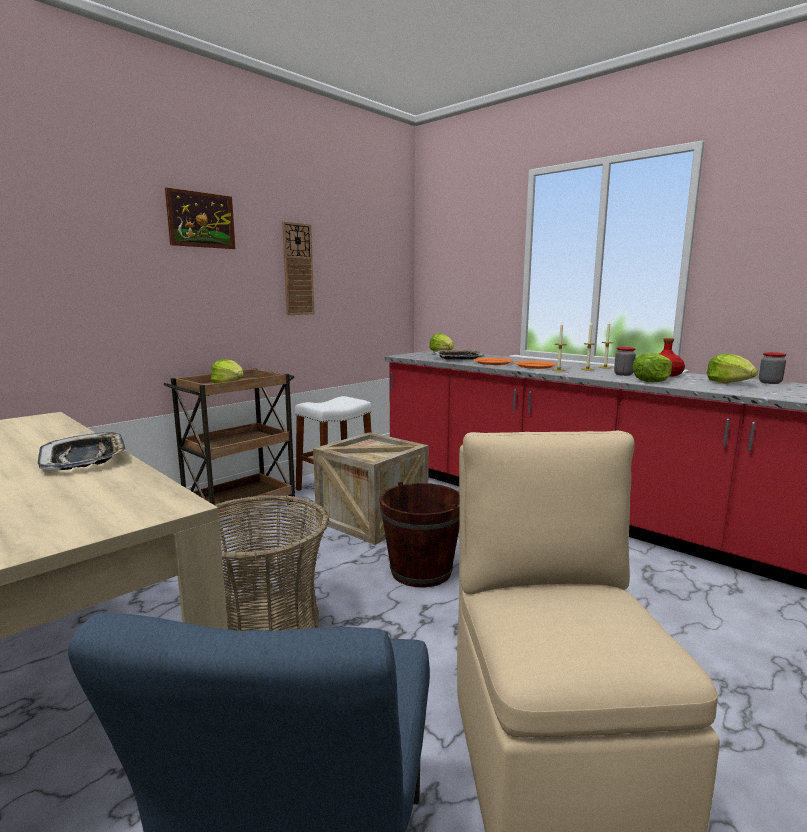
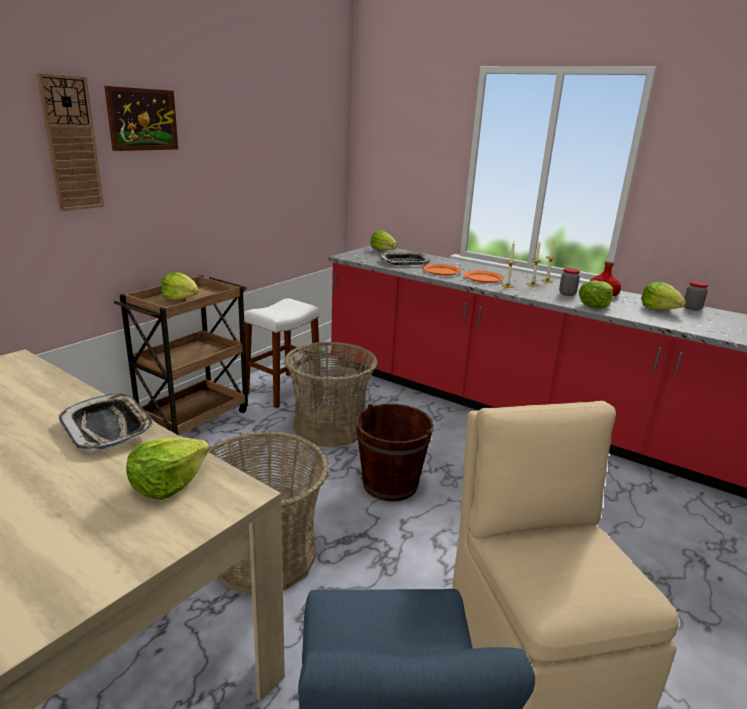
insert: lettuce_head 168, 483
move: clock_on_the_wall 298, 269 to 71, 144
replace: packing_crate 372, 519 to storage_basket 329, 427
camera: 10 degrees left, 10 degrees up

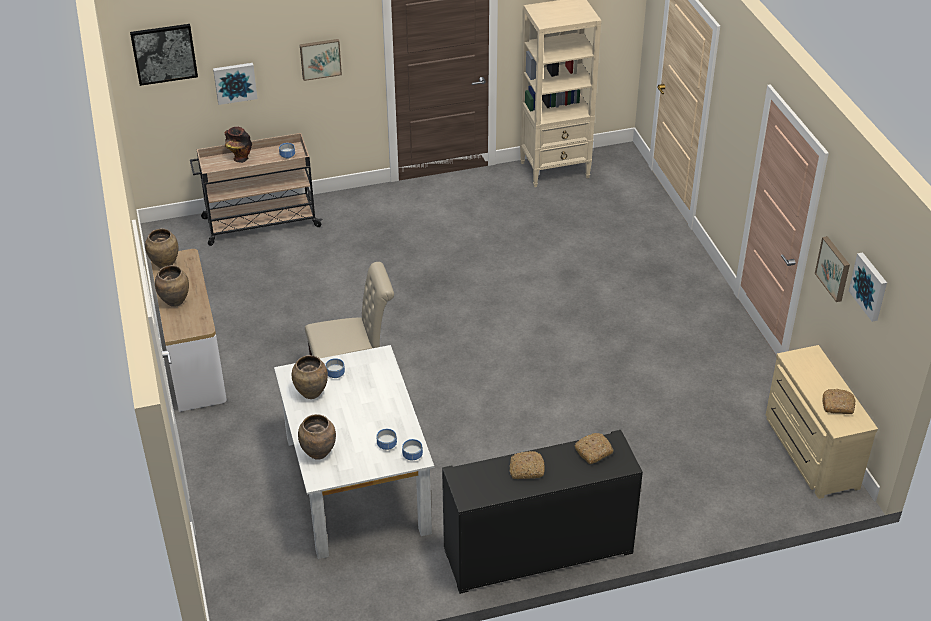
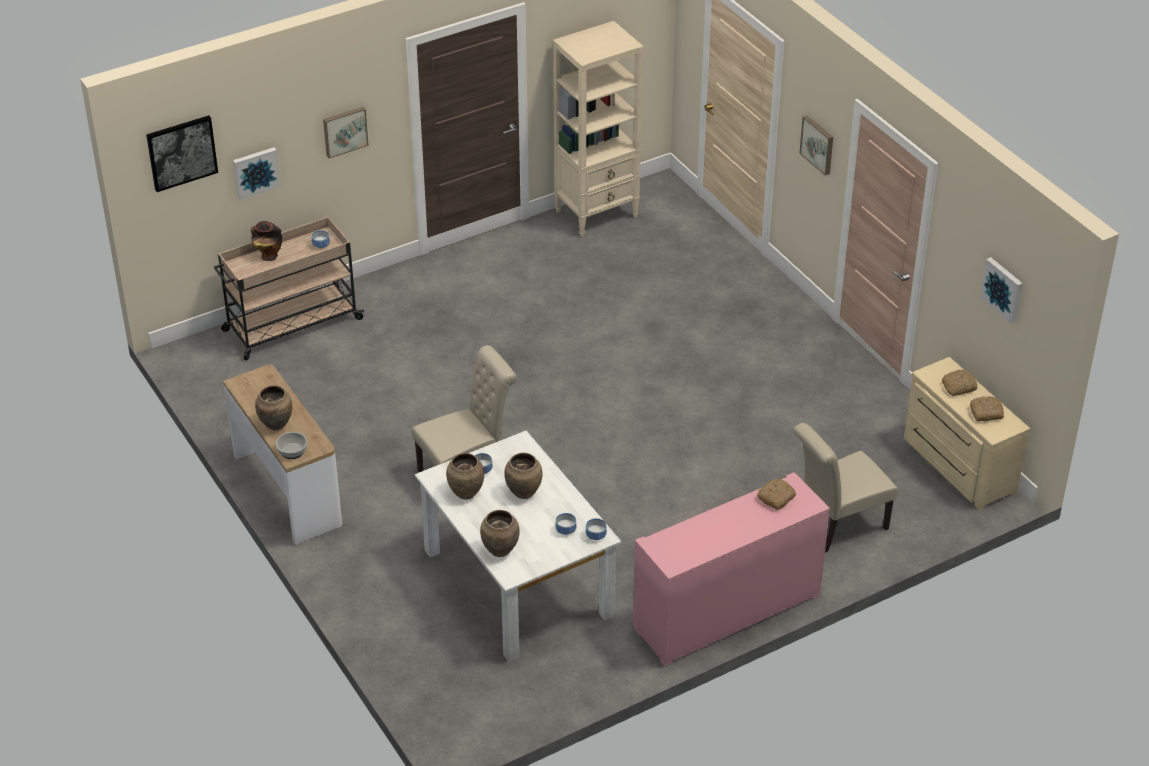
insert: beige_upright_chair 837, 526; deep_dish 292, 450
move: brown-coloured_decorative_vase 165, 264 to 524, 493; wall_art 834, 268 to 818, 144; bakery_bread 526, 470 to 958, 387
recolor: black-coloured_cupboard 538, 551 to pinkish_cupboard 727, 611
camera: 15 degrees left, 0 degrees up

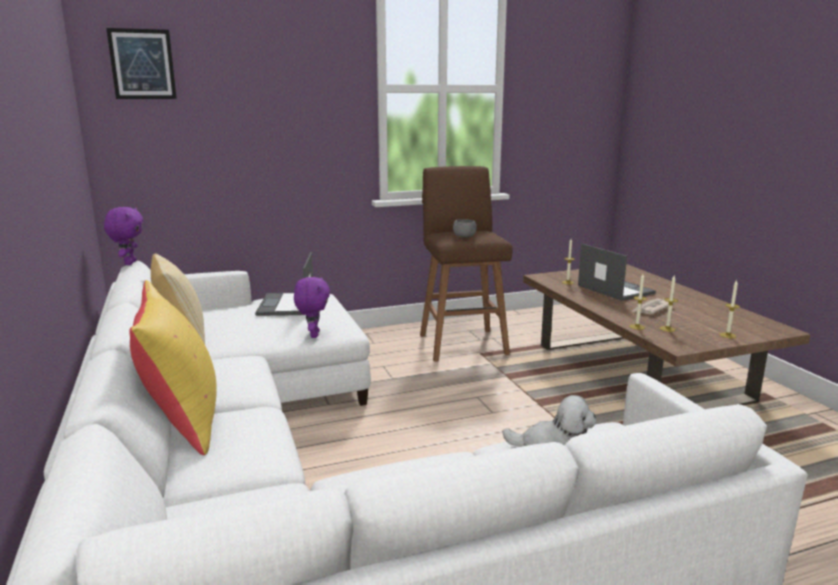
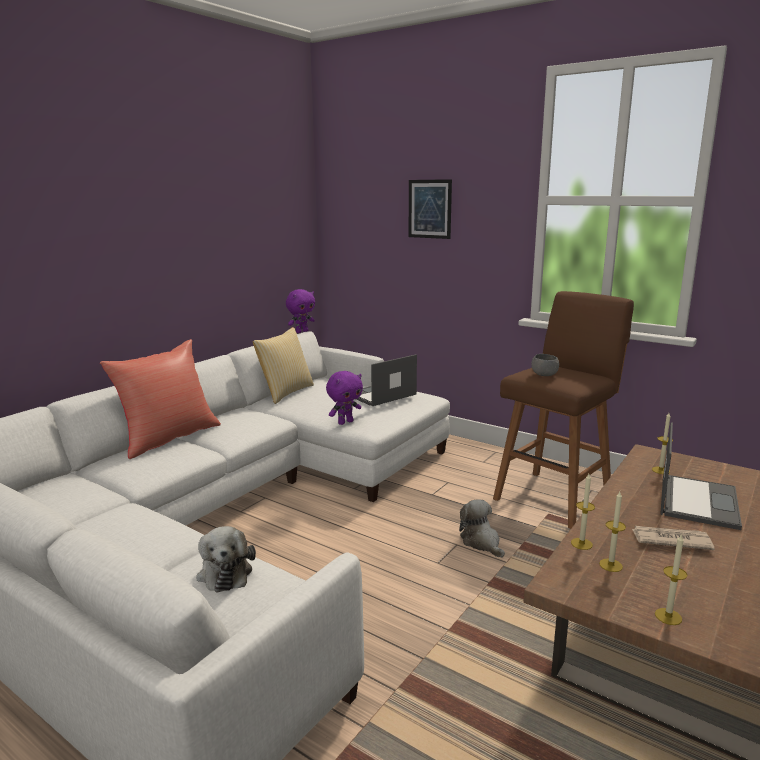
insert: cuddly_toy 481, 542
move: wall_art 142, 64 to 429, 209
recolor: yellow_cushion 182, 420 to reddish_cushion 168, 438
camera: 55 degrees right, 0 degrees up

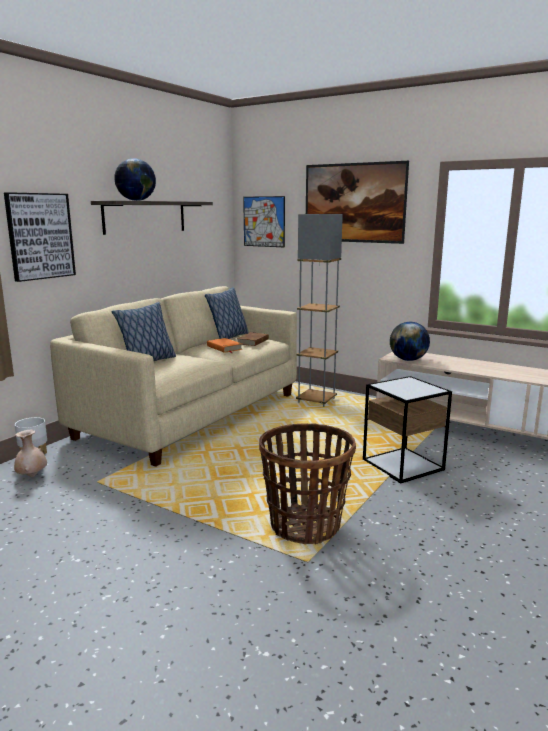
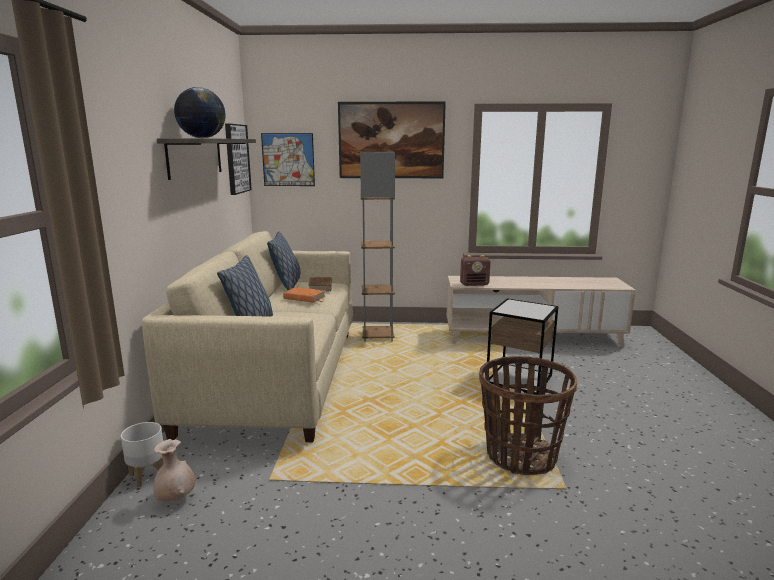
move: wall_art 40, 236 to 236, 159
replace: desk_globe 408, 360 to radio_receiver 474, 284
camera: 30 degrees left, 0 degrees up

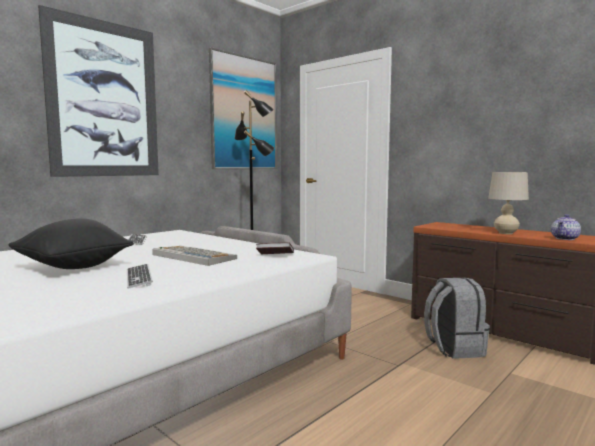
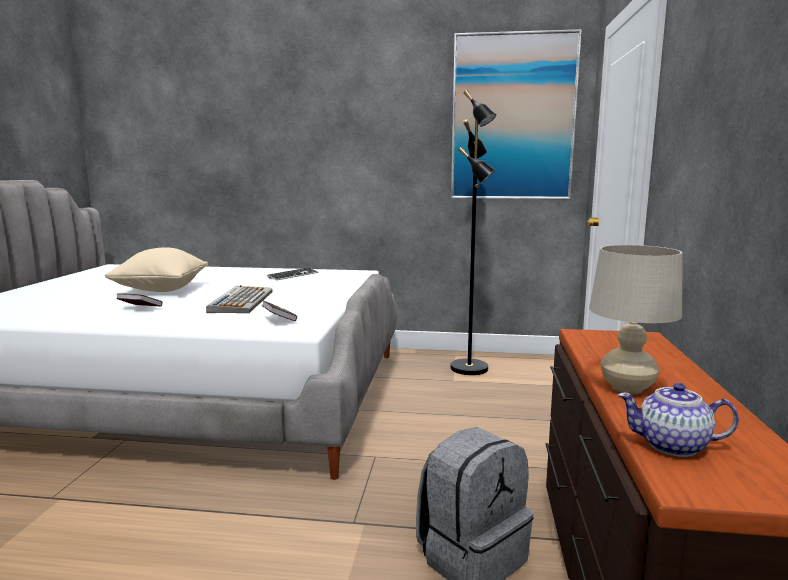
delete: wall_art 104, 99
replace: PC_keyboard 139, 277 to bound_book 140, 309
recolor: black-coloured_cushion 73, 268 to beige_cushion 161, 290
camera: 55 degrees right, 5 degrees up

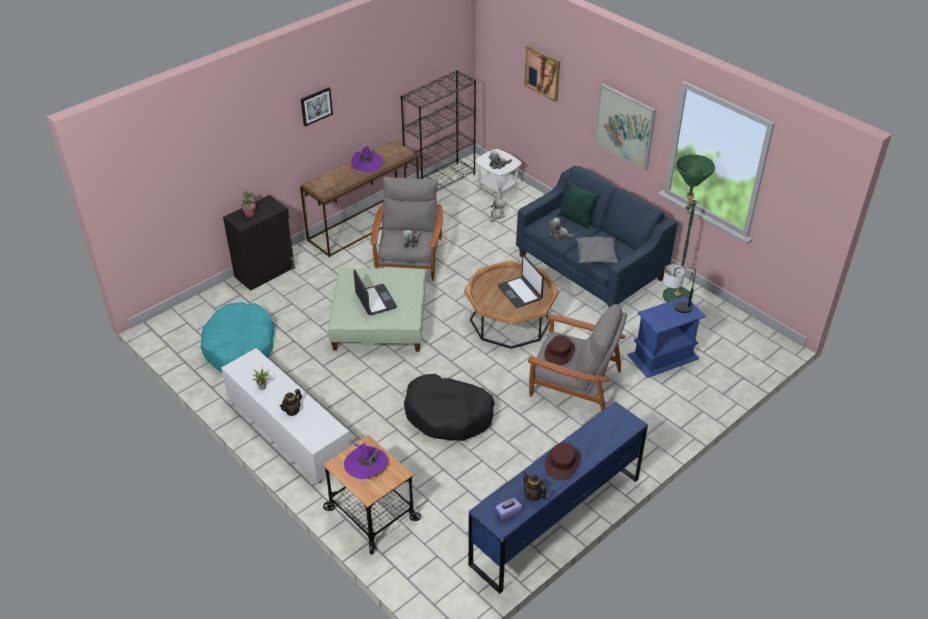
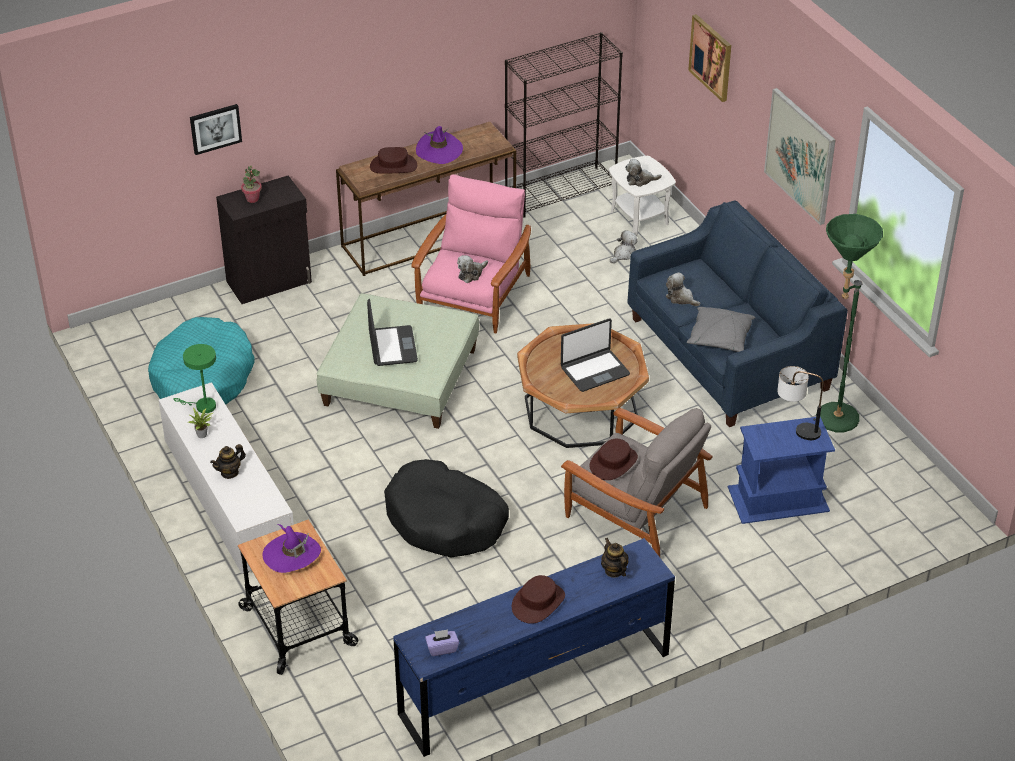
delete: greenish_cushion 575, 220
insert: brown-coloured_hat 393, 166; greenish_tabletop_lamp 202, 406
move: wall_art 316, 106 to 215, 128; pot_for_tea 533, 495 to 614, 570
recolor: gray_lounge_chair 409, 258 to pinkish_lounge_chair 474, 296
rotate: laptop 520, 292 = 594, 371 105 degrees counterclockwise
camera: 15 degrees right, 0 degrees up

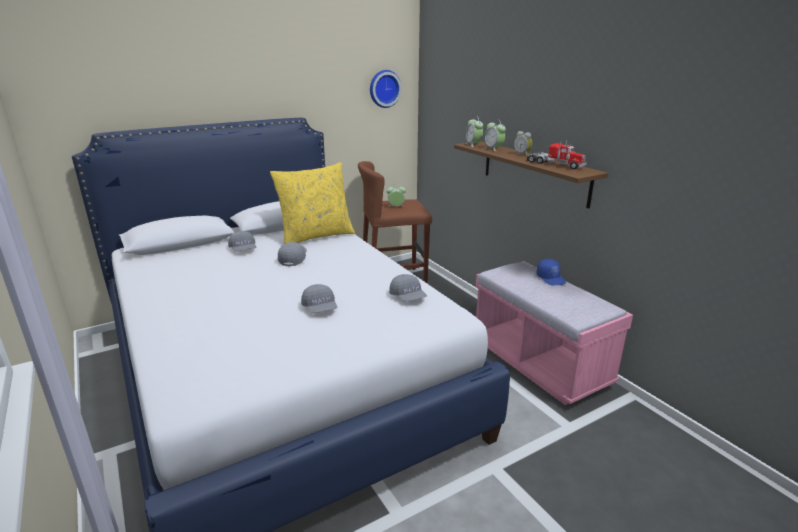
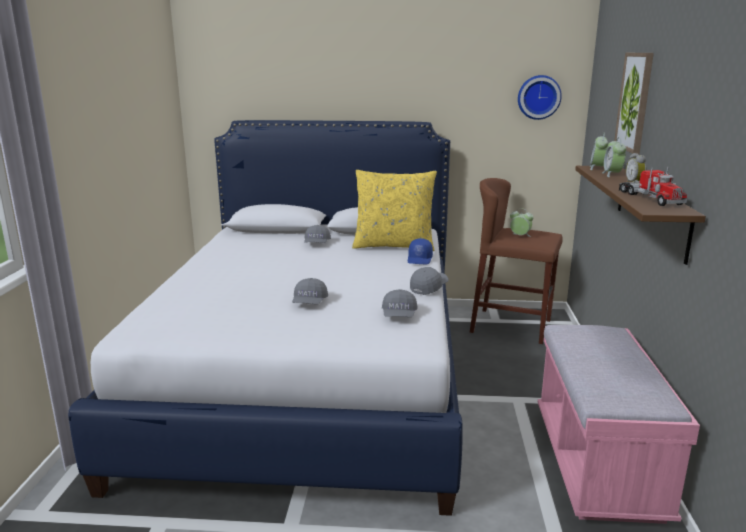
insert: wall_art 635, 102
move: gray_peaked_cap 293, 259 to 429, 288; bluish_peaked_cap 551, 278 to 420, 259
camera: 35 degrees right, 5 degrees down

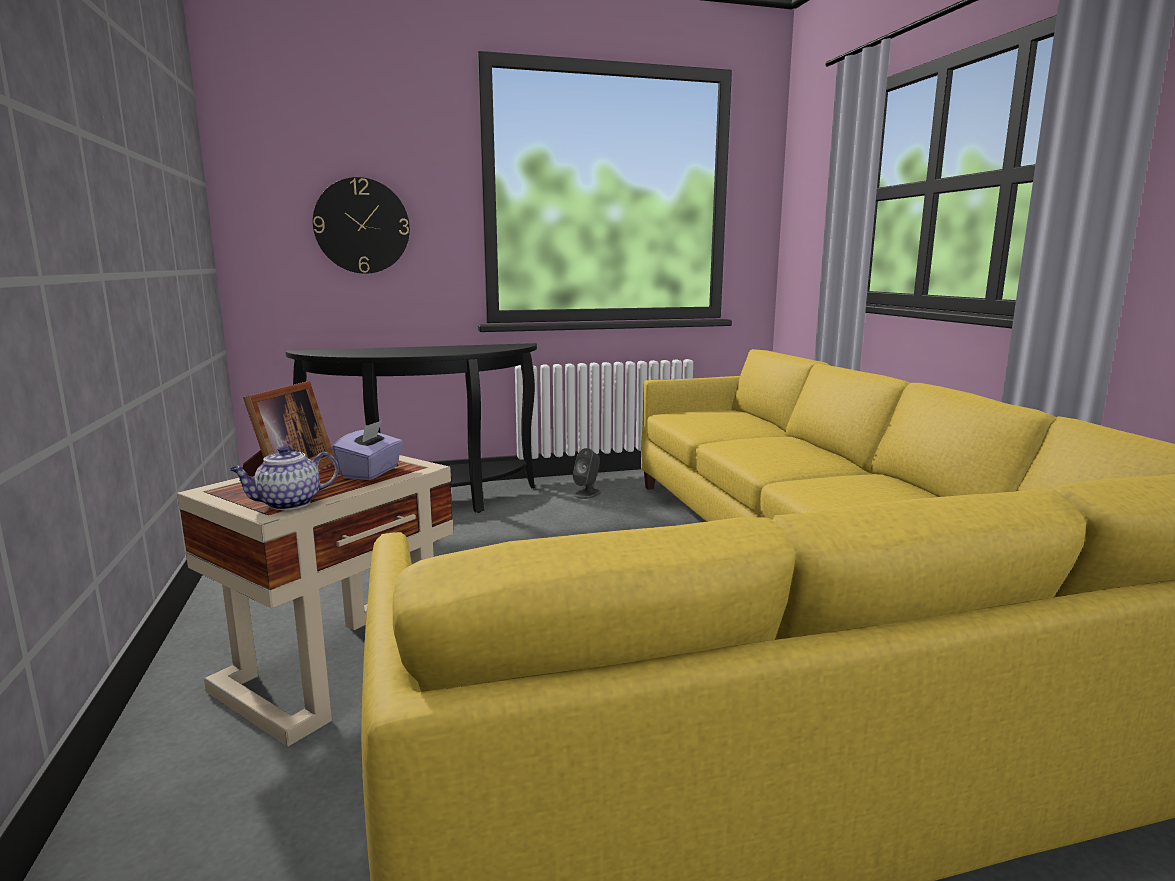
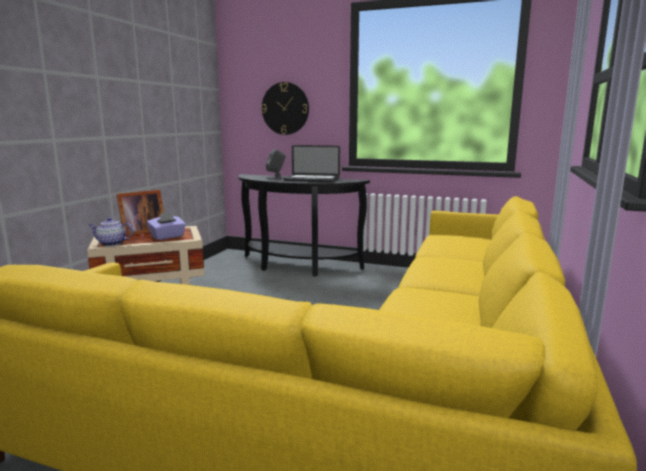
insert: laptop 312, 180
move: gray_loudspeaker 587, 494 to 276, 178
camera: 35 degrees right, 0 degrees up

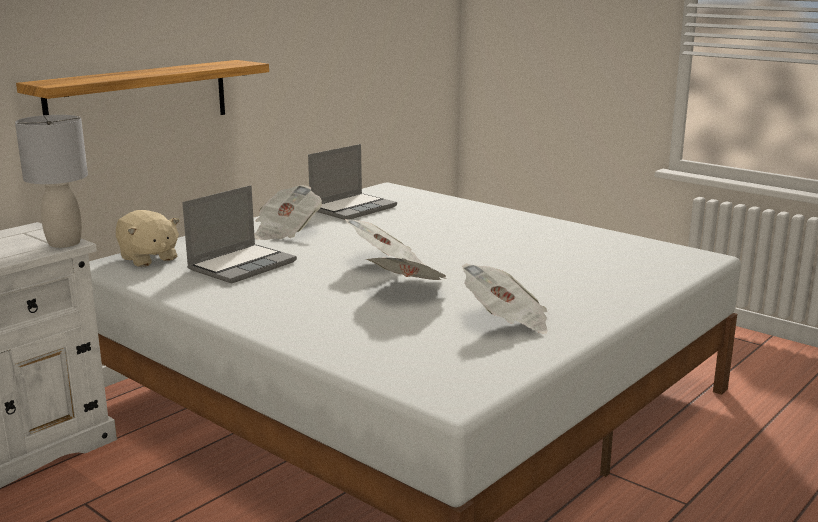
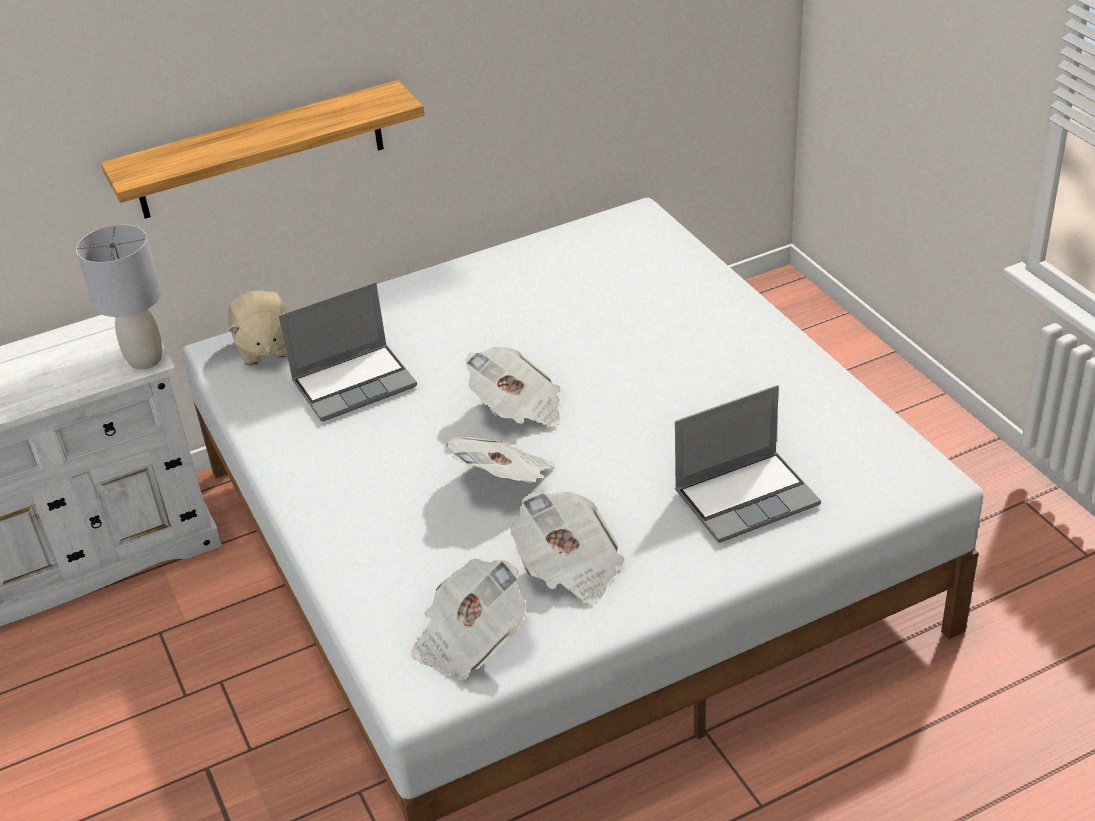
move: laptop 353, 208 to 747, 497; newspaper 285, 232 to 469, 639
camera: 25 degrees right, 20 degrees up

